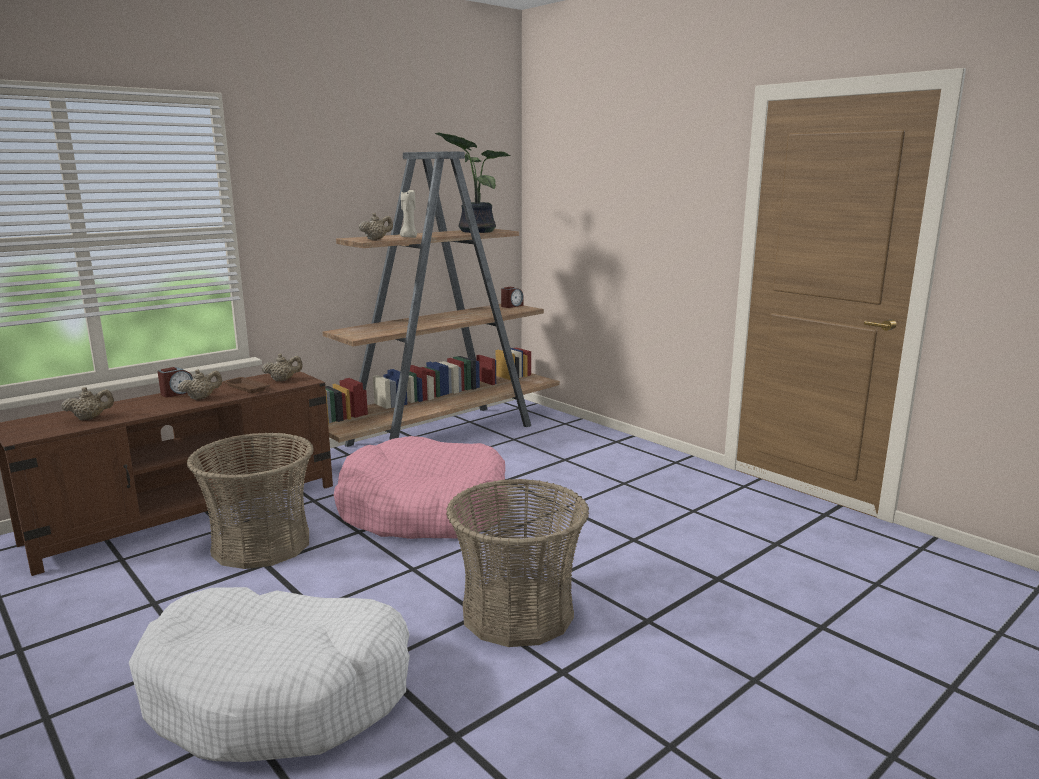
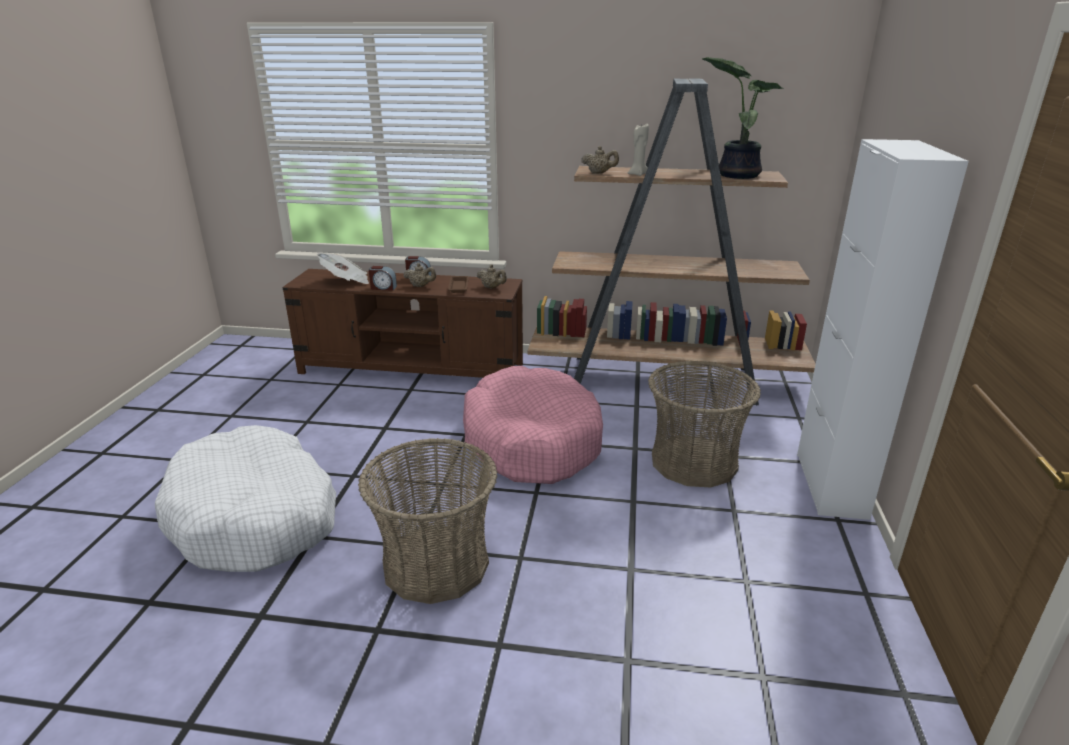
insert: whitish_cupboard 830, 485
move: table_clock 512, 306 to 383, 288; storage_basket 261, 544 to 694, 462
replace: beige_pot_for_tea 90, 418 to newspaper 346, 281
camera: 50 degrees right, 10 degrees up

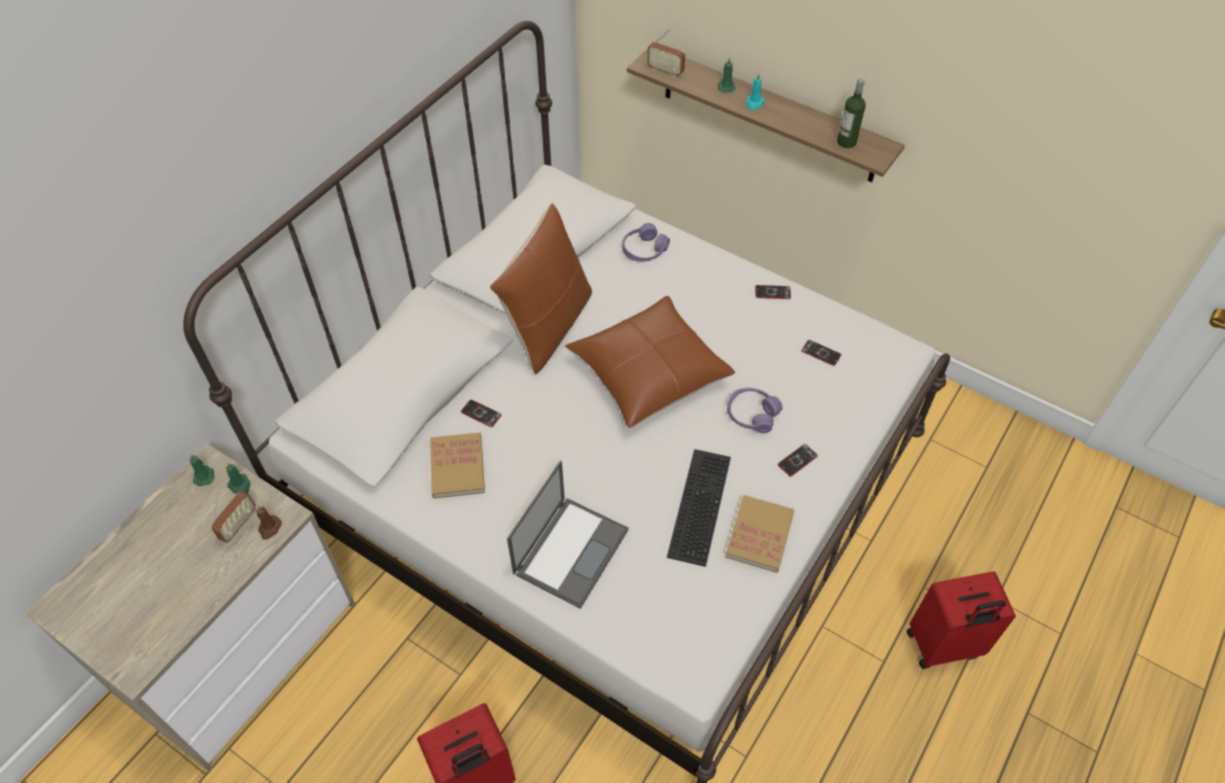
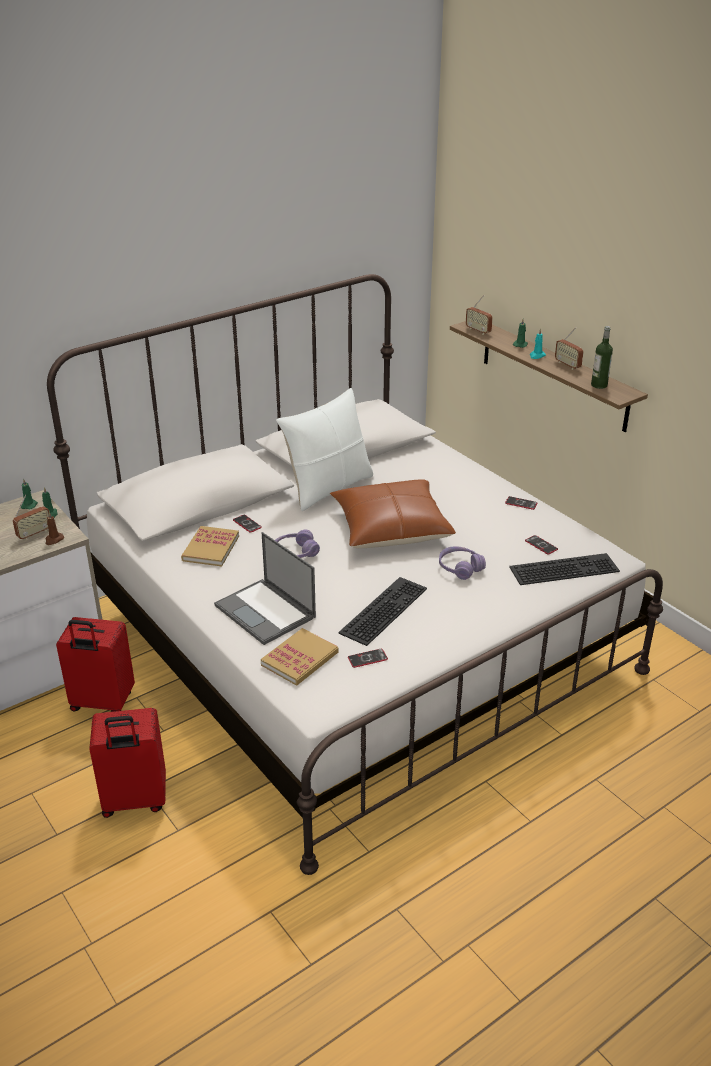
insert: radio_receiver 567, 365; PC_keyboard 564, 568
move: purple-coloured_headphones 644, 250 to 295, 553; telephone 797, 460 to 367, 658; bound_book 759, 535 to 300, 659; reddish_travel_case 943, 646 to 102, 703
recolor: brown-coloured_cushion 548, 326 to whitish_cushion 328, 488
rotate: laptop 571, 550 = 266, 612 90 degrees clockwise
camera: 20 degrees right, 20 degrees down

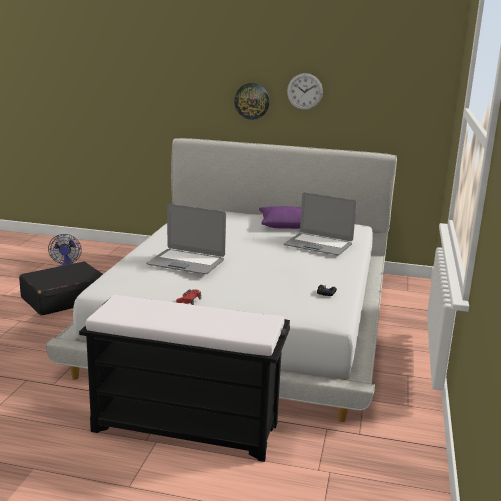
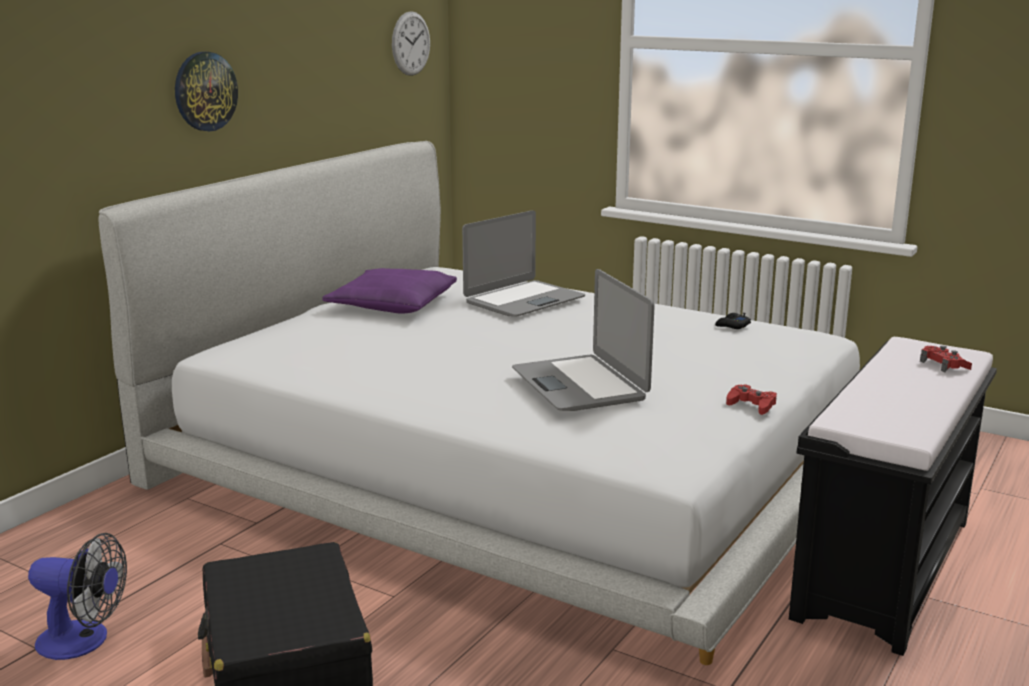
insert: reddish_joypad 944, 365
move: clock_on_the_wall 304, 91 to 411, 43
rotate: laptop 186, 262 = 580, 384 120 degrees clockwise
camera: 70 degrees left, 0 degrees up

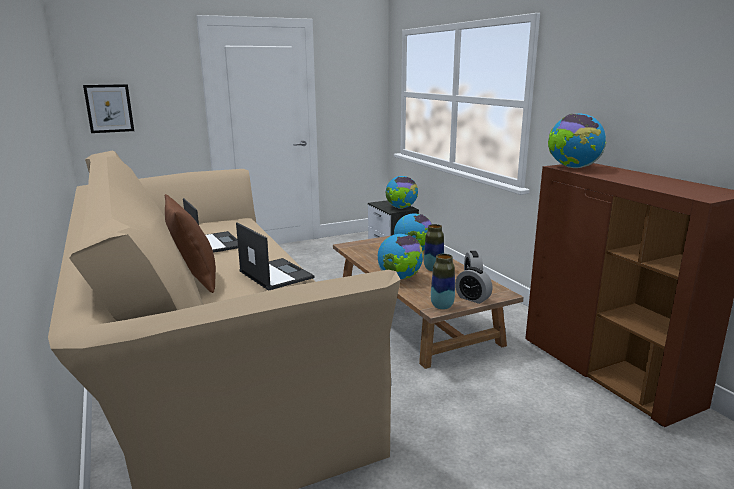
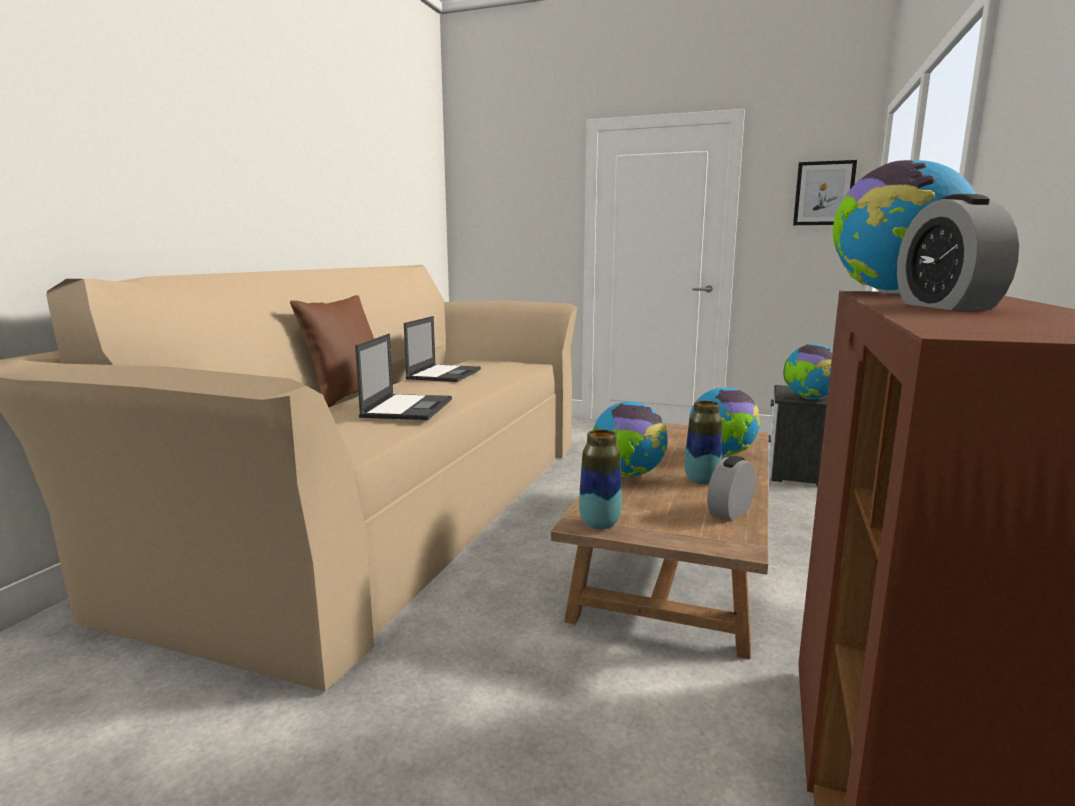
move: wall_art 109, 108 to 824, 193; table_clock 472, 298 to 945, 306
camera: 45 degrees right, 5 degrees down

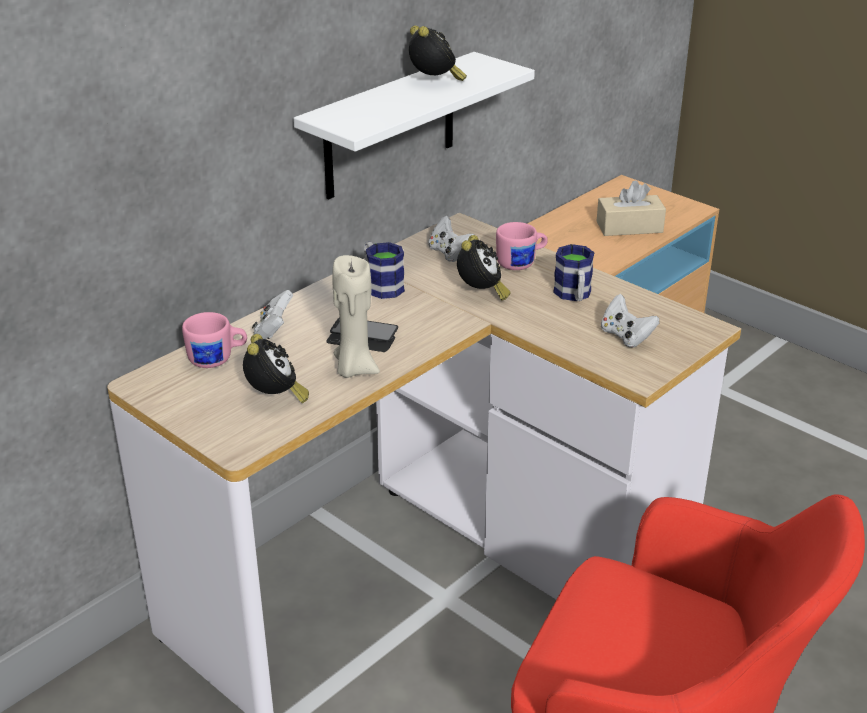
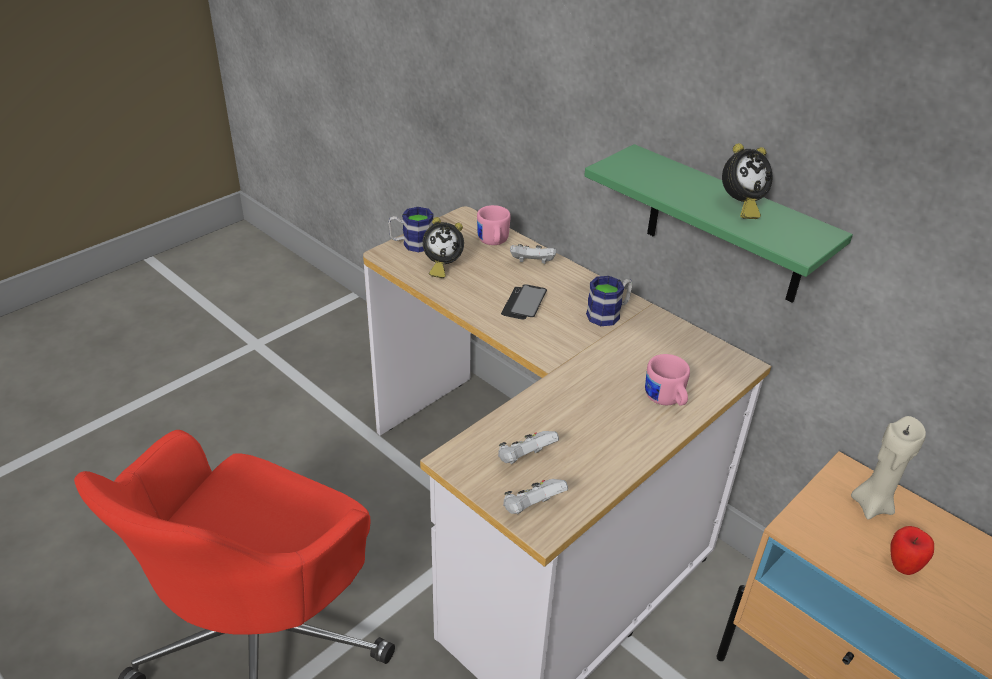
delete: table_clock 481, 293
move: whitish_joypad 450, 253 to 531, 508; mug 574, 295 to 411, 244; beige_candle 354, 369 to 872, 504
replace: beige_box_of_tissues 629, 227 to apple 902, 567
recolor: whitish_shelf 390, 127 to greenish_shelf 726, 226
camera: 90 degrees right, 5 degrees up

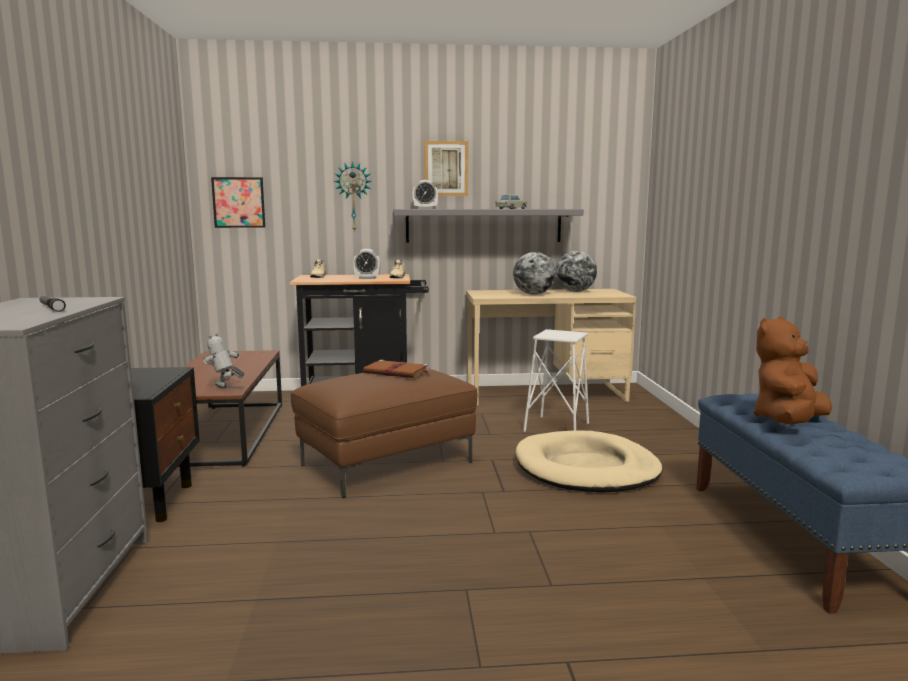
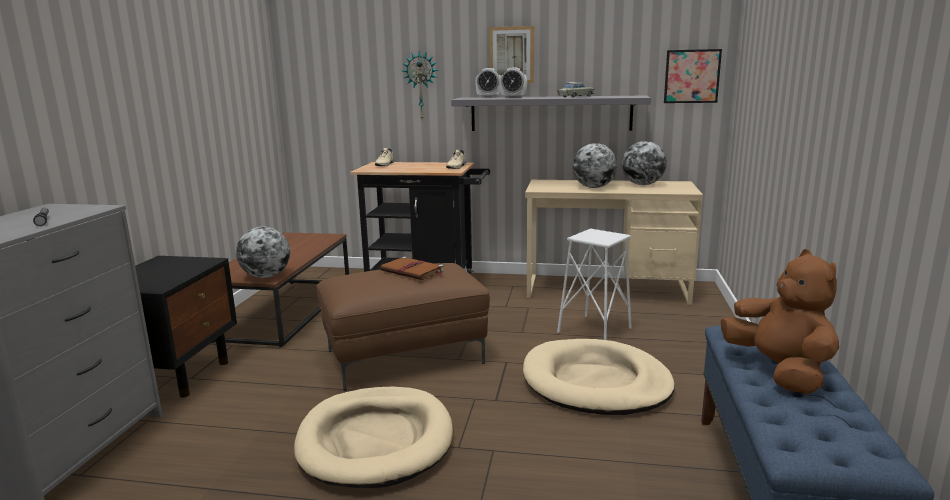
insert: beige_pet_bed 376, 440
move: wall_art 238, 202 to 692, 76; table_clock 367, 278 to 513, 98
replace: robot_figure 225, 389 to desk_globe 266, 276
rotate: brown-coloured_cuddly_toy 788, 422 = 779, 371 105 degrees clockwise
camera: 15 degrees right, 5 degrees up

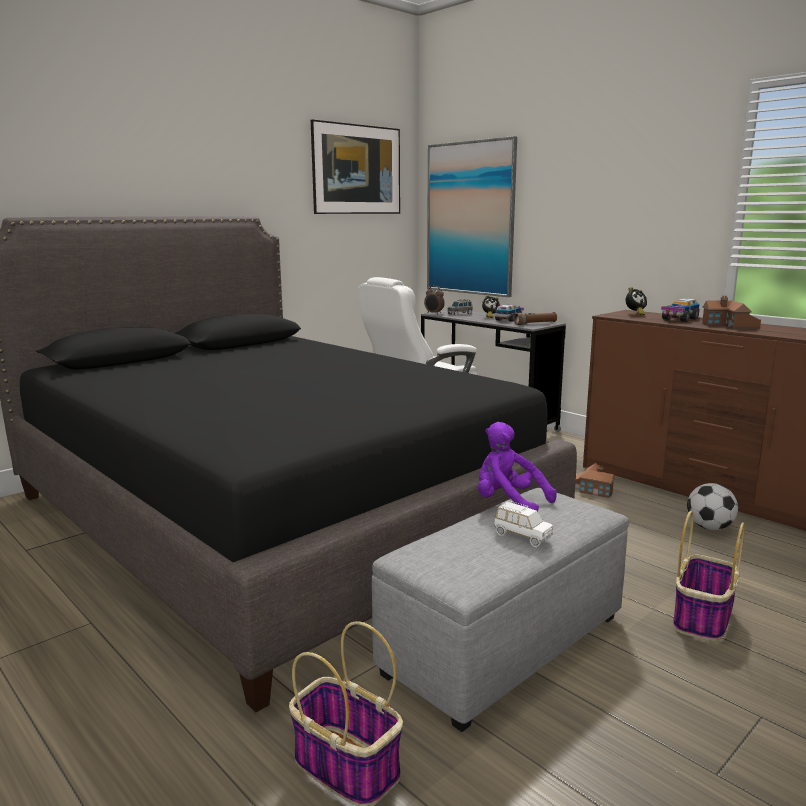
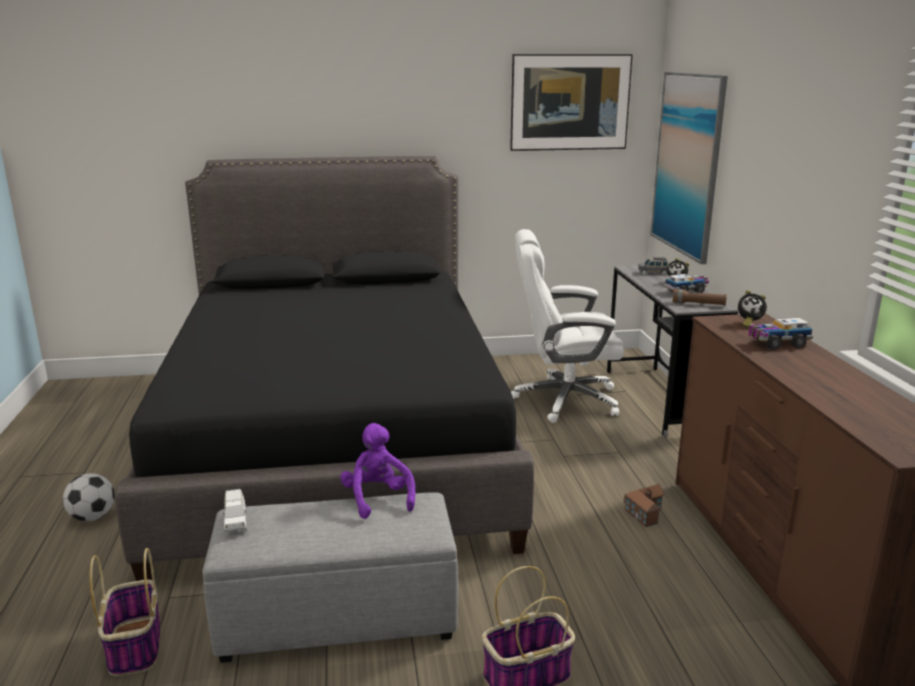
delete: table_clock 434, 313; model_house 730, 326
move: football 709, 527 to 93, 517; whitish_model_car 521, 536 to 235, 522
camera: 35 degrees right, 5 degrees up

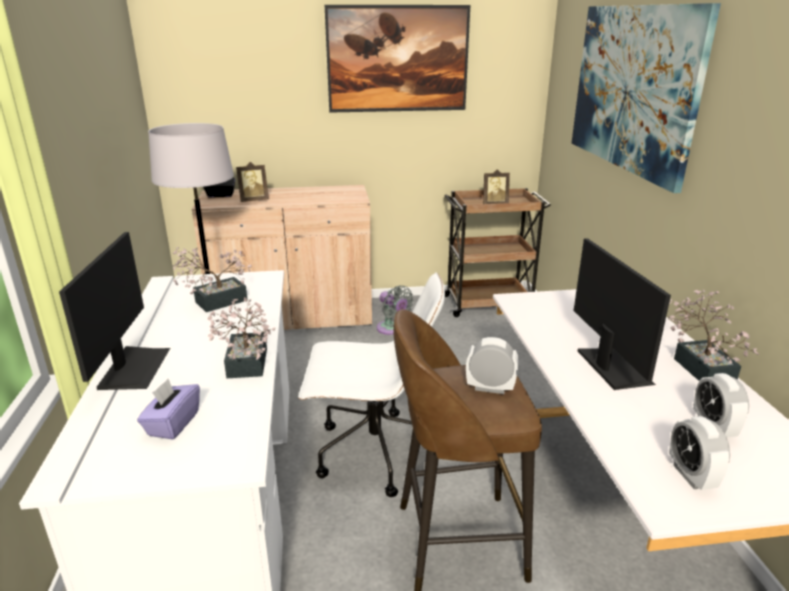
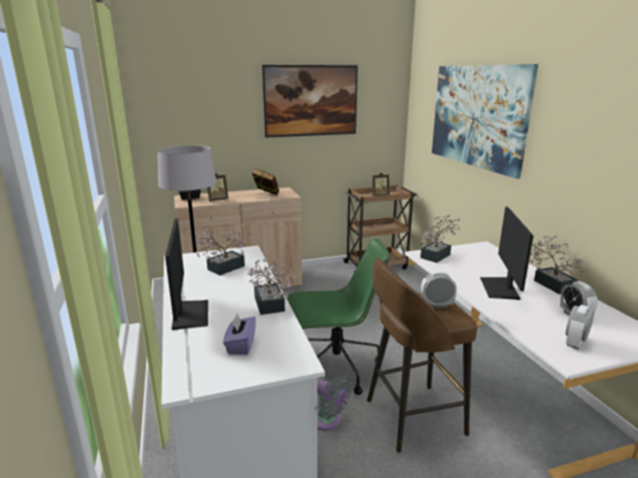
insert: bound_book 266, 196; plant_in_a_pot 437, 255
move: gray_fan 392, 329 to 328, 420
recolor: whitish_office_chair 373, 452 to greenish_office_chair 335, 368
rotate: computer_display 612, 367 = 500, 288 150 degrees counterclockwise; table_clock 691, 476 = 575, 343 60 degrees clockwise
camera: 10 degrees left, 5 degrees down

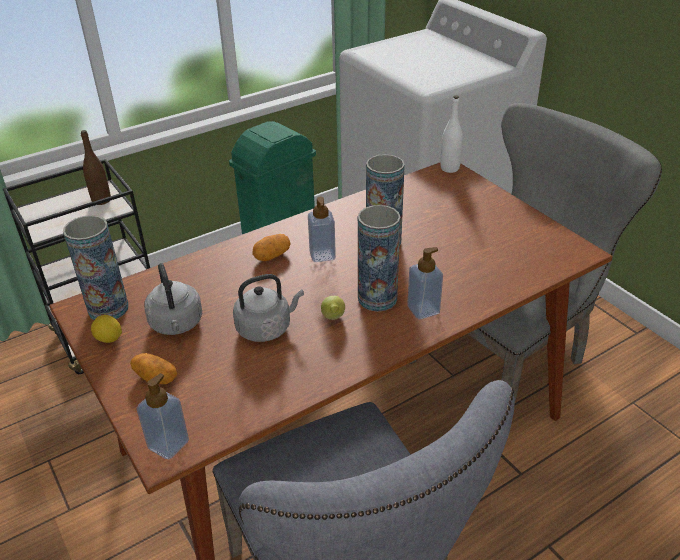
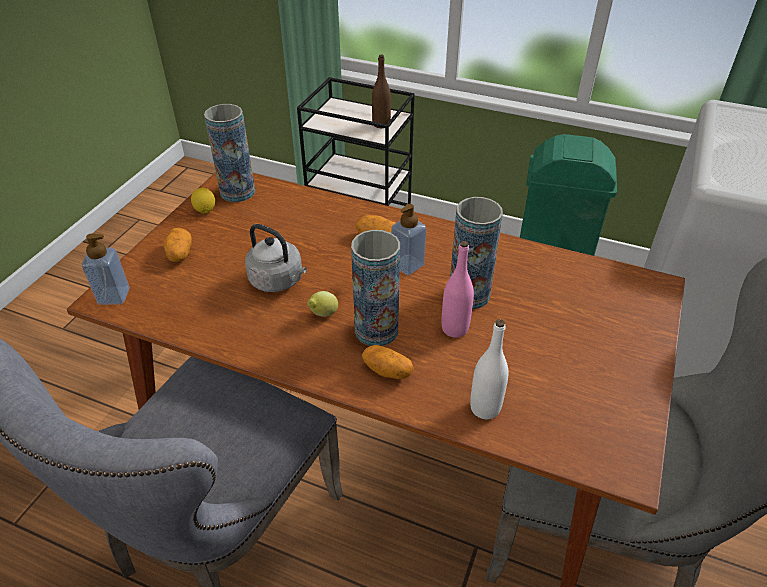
delete: gray_water_kettle 177, 325
insert: pinkish_bottle 454, 328
move: whitish_bottle 449, 168 to 485, 408
replace: soap_bottle 423, 310 to potato 387, 370
camera: 55 degrees right, 5 degrees up

